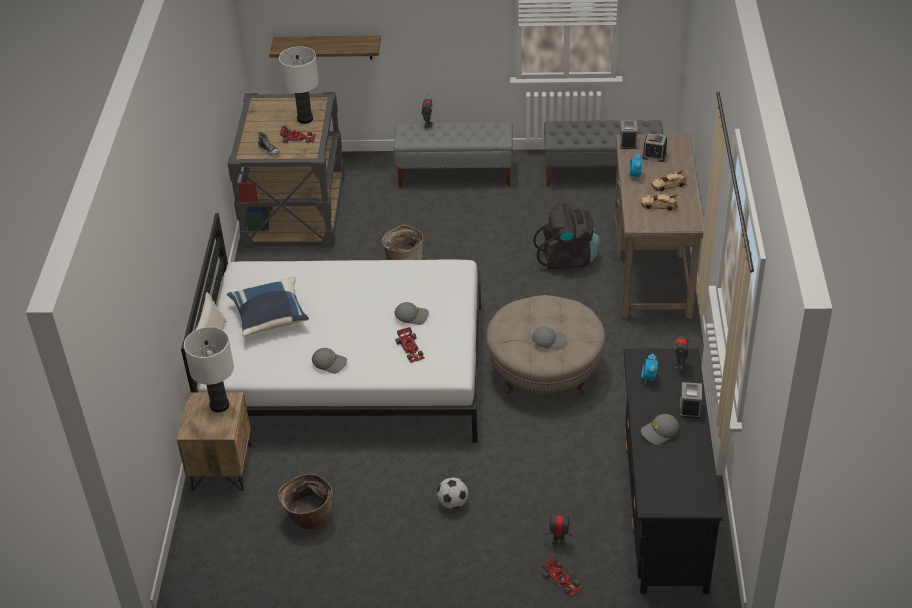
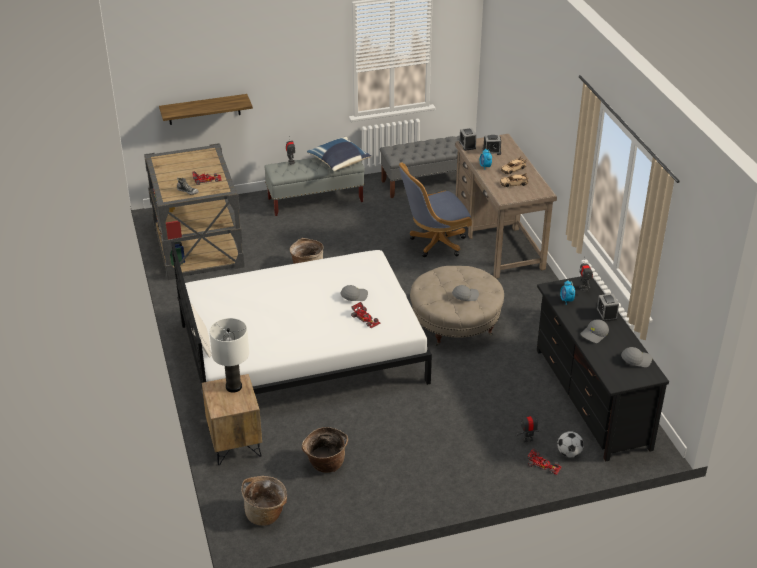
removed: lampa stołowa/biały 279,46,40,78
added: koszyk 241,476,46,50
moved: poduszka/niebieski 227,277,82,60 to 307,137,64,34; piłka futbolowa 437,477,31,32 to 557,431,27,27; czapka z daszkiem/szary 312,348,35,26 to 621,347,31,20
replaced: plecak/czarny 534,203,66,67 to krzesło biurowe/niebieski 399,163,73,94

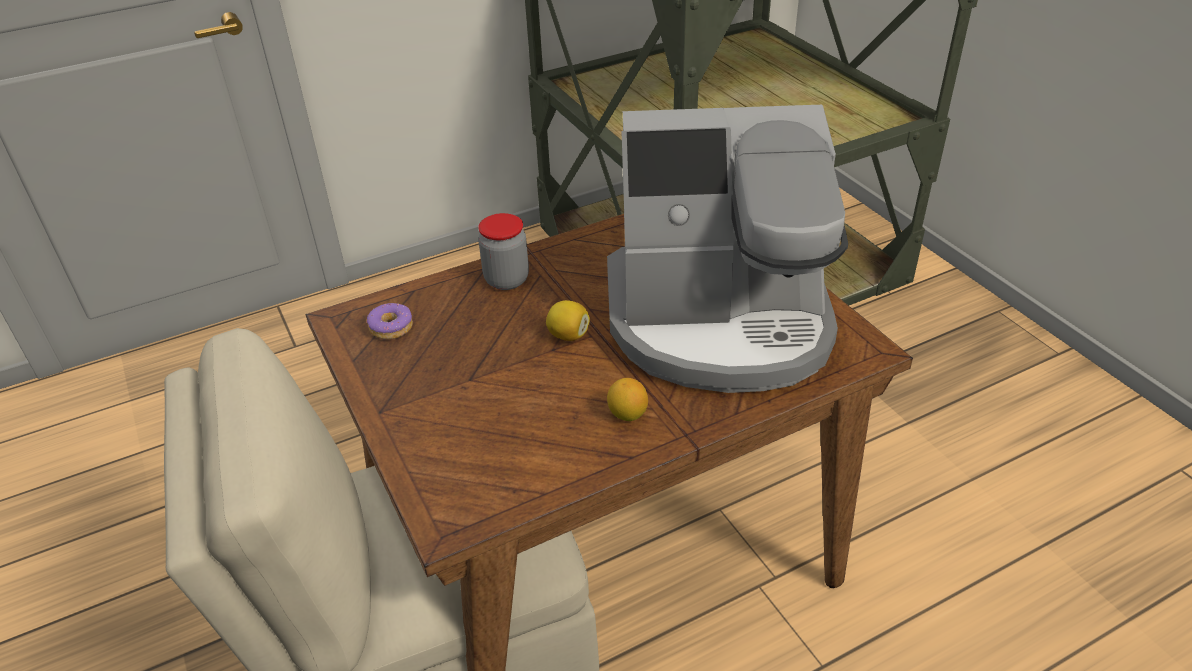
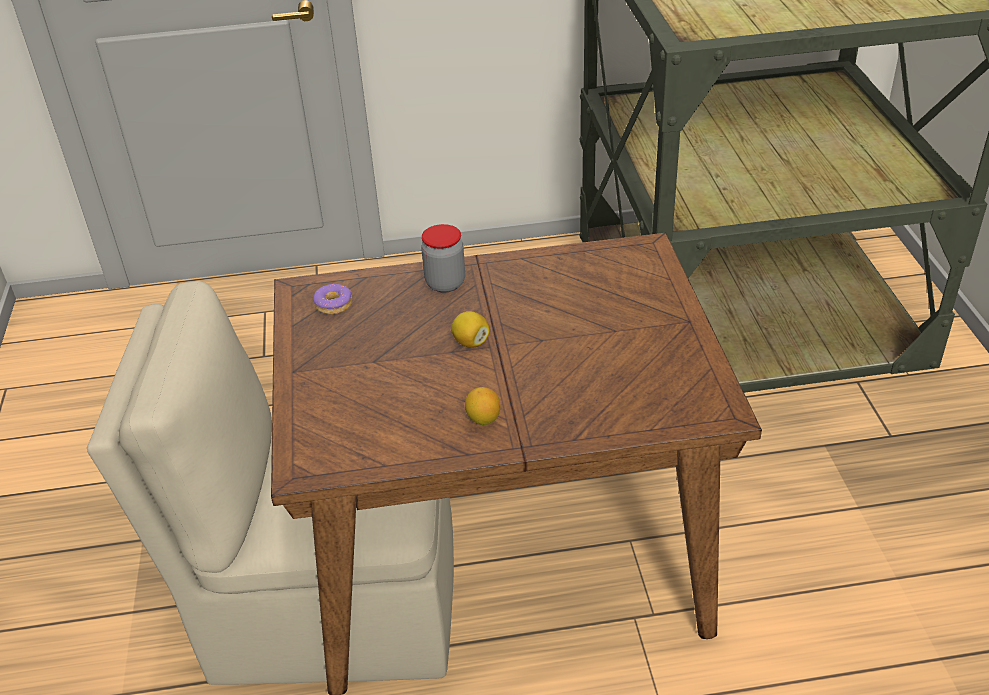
removed: ekspres do kawy 607,105,241,288

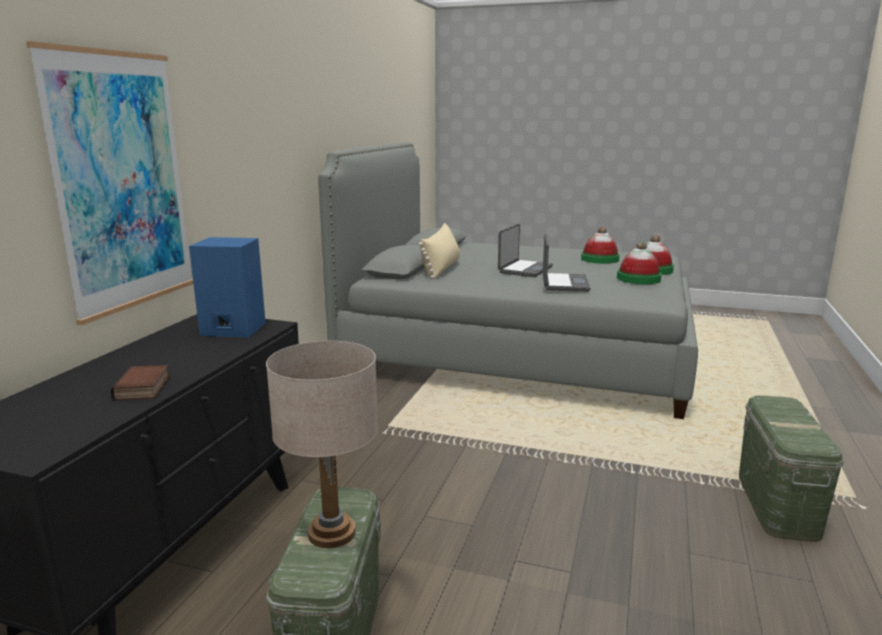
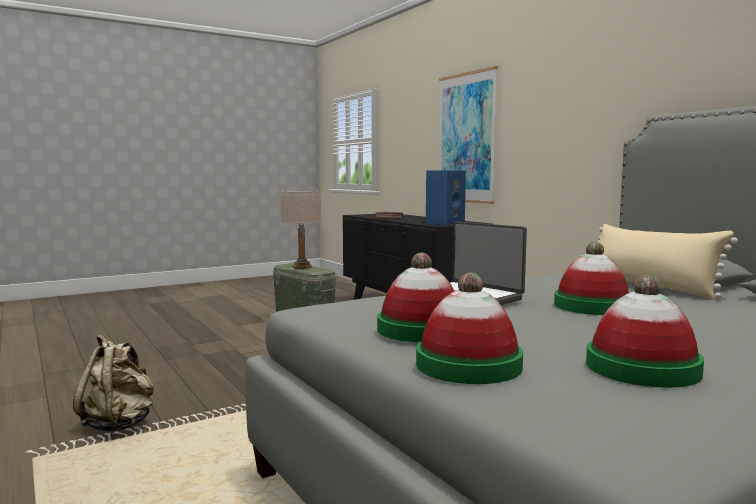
replaced: pojemnik do przechowywania/zielony 739,395,105,147 to plecak/beżowy 73,335,81,96; laptop 498,224,55,53 to kapelusz 554,242,75,73

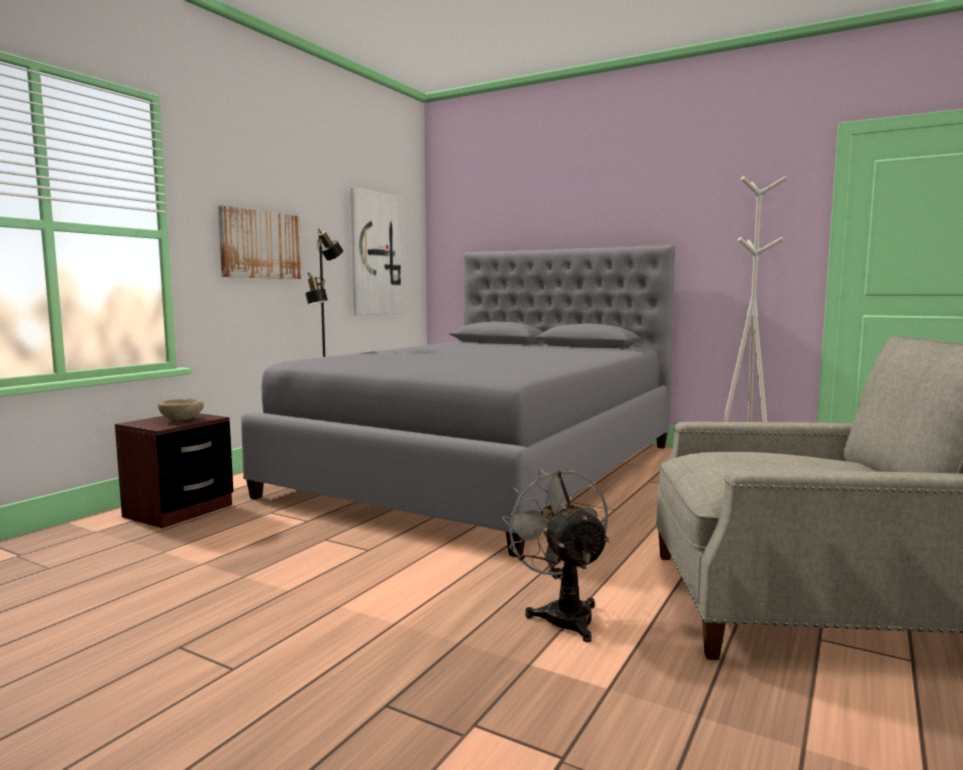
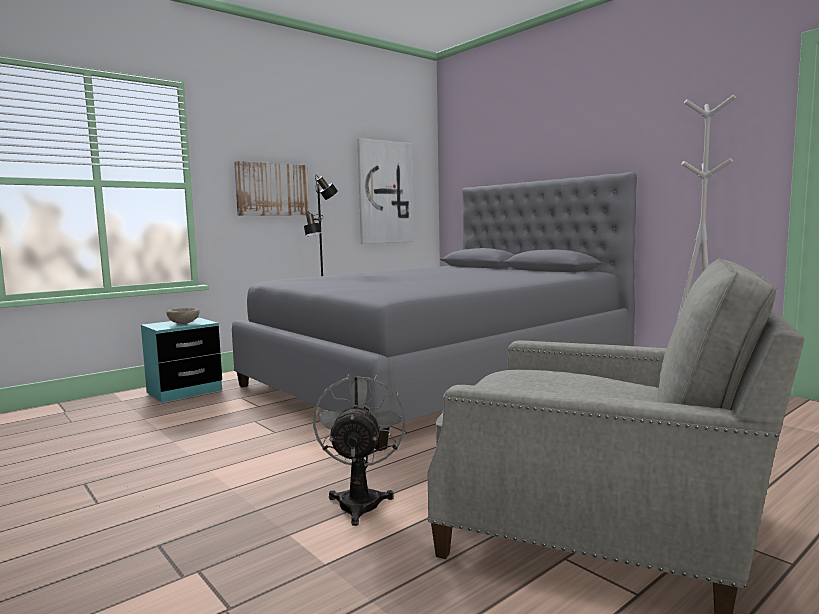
recoloured: szafka nocna/brązowy 115,413,118,115 to szafka nocna/turkusowy 141,318,81,85

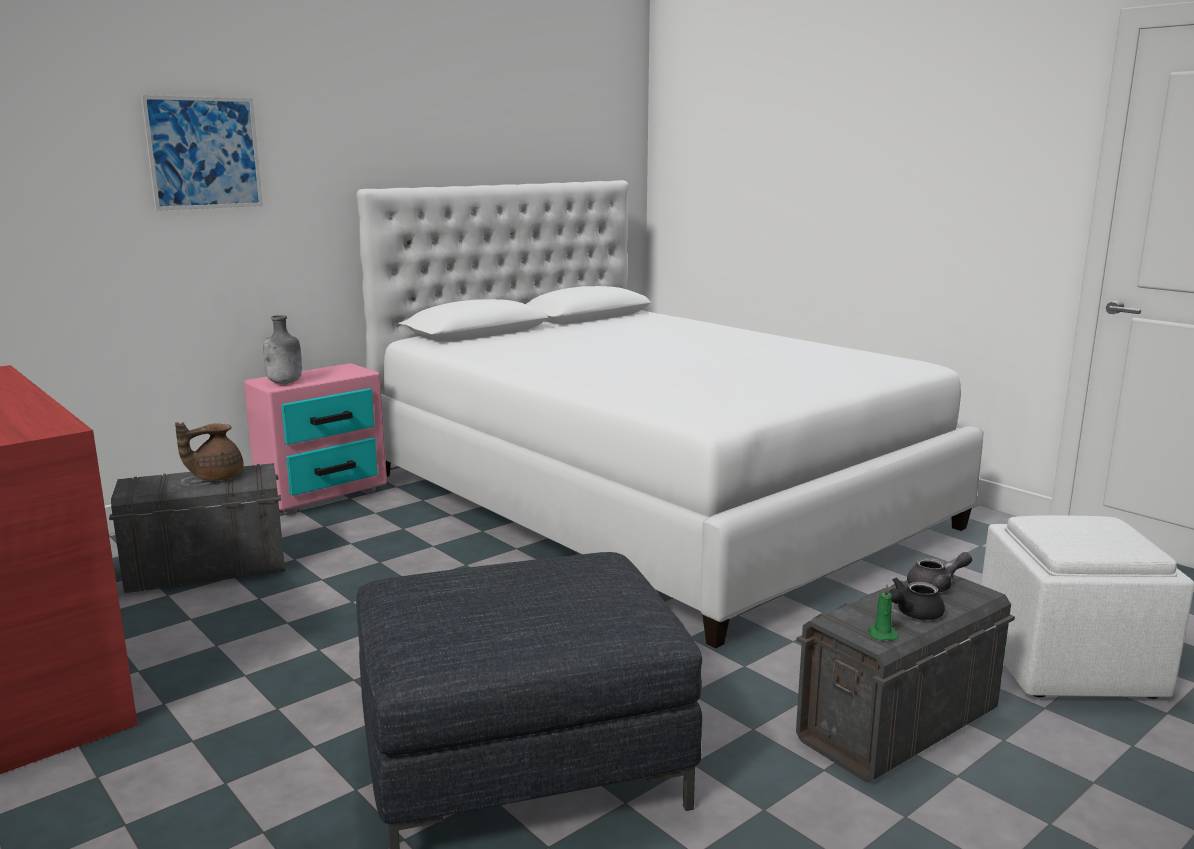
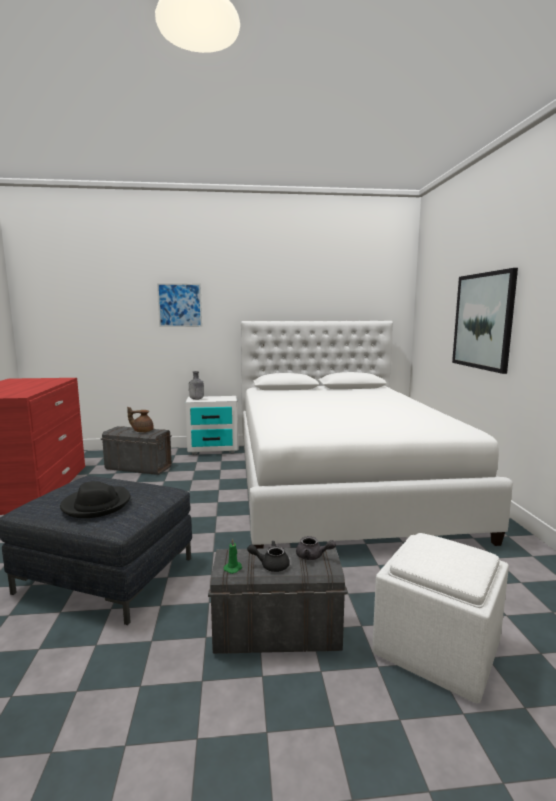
added: kapelusz/czarny 60,481,70,37; obraz 452,268,66,106
recoloured: szafka nocna/różowy 244,363,143,151 to szafka nocna/biały 185,396,53,59

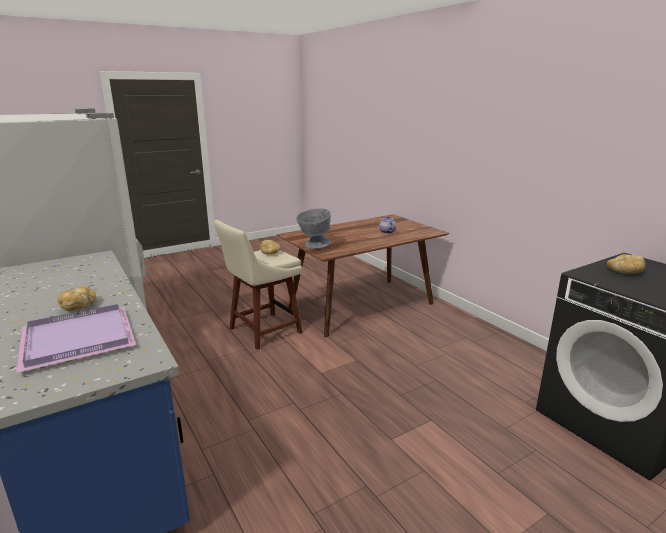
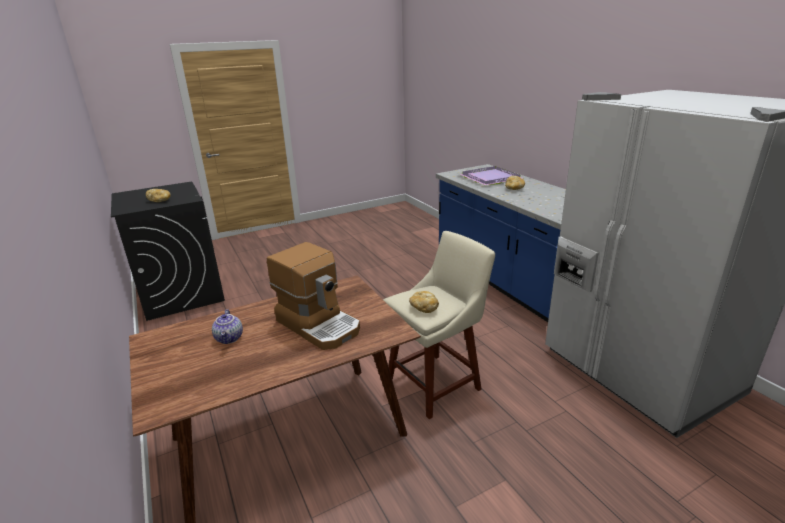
removed: miska/szary 296,208,35,41
added: ekspres do kawy 267,242,93,108

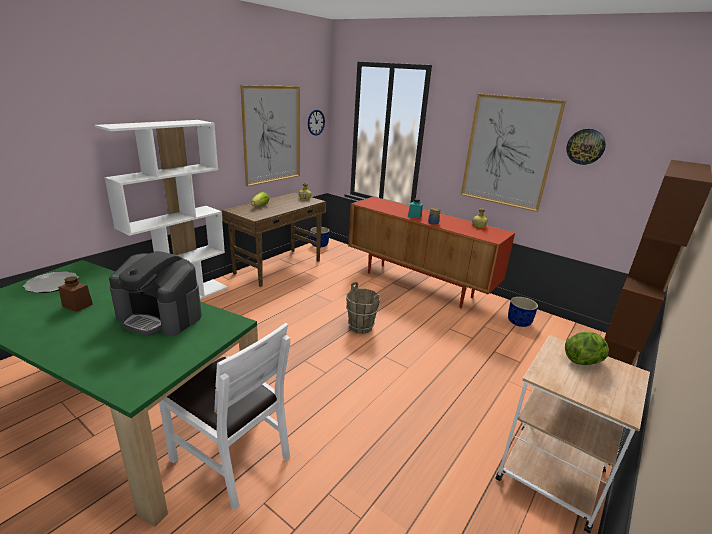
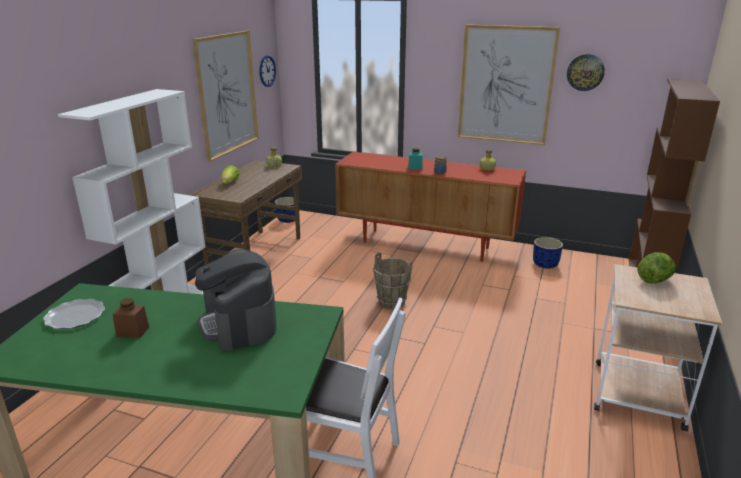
turned: ekspres do kawy 109,251,93,85 = 195,249,82,102 60 degrees clockwise

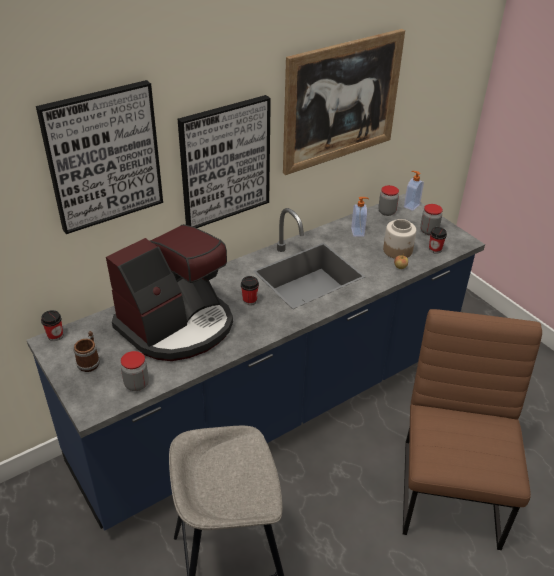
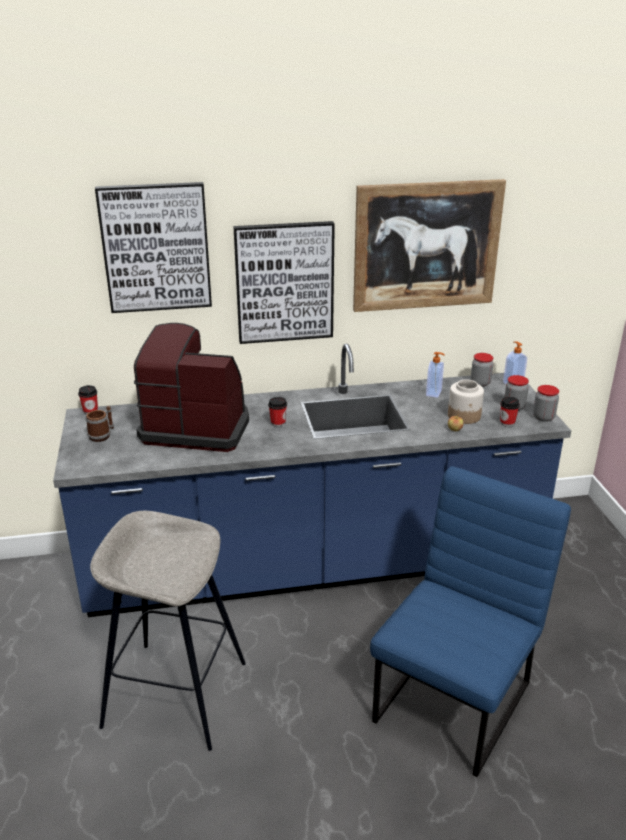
moved: słoik 121,351,28,40 to 533,385,26,37
recoloured: krzesło/brązowy 403,309,139,241 to krzesło/niebieski 370,466,201,311
turned: ekspres do kawy 106,224,127,137 = 134,323,115,129 150 degrees counterclockwise

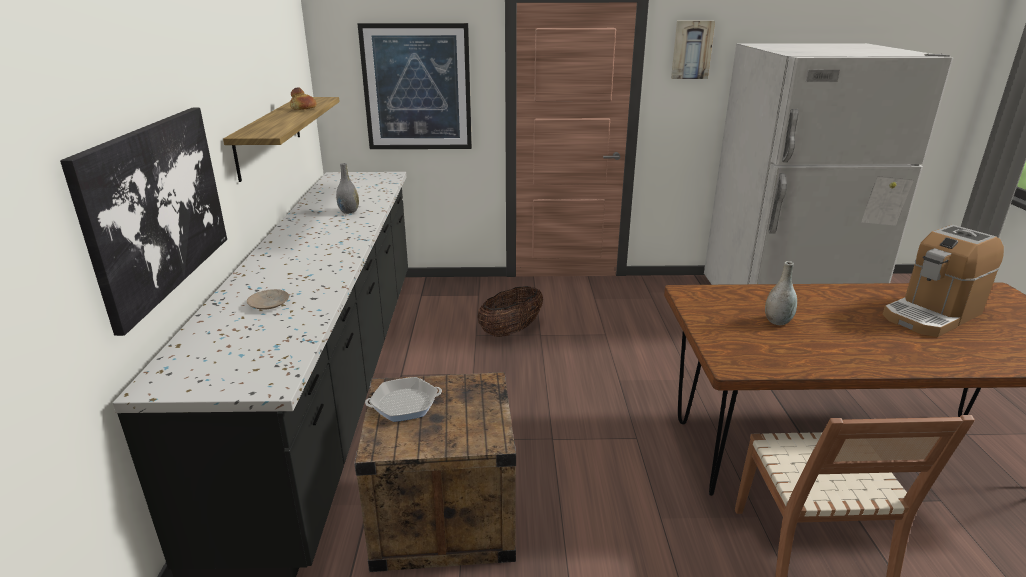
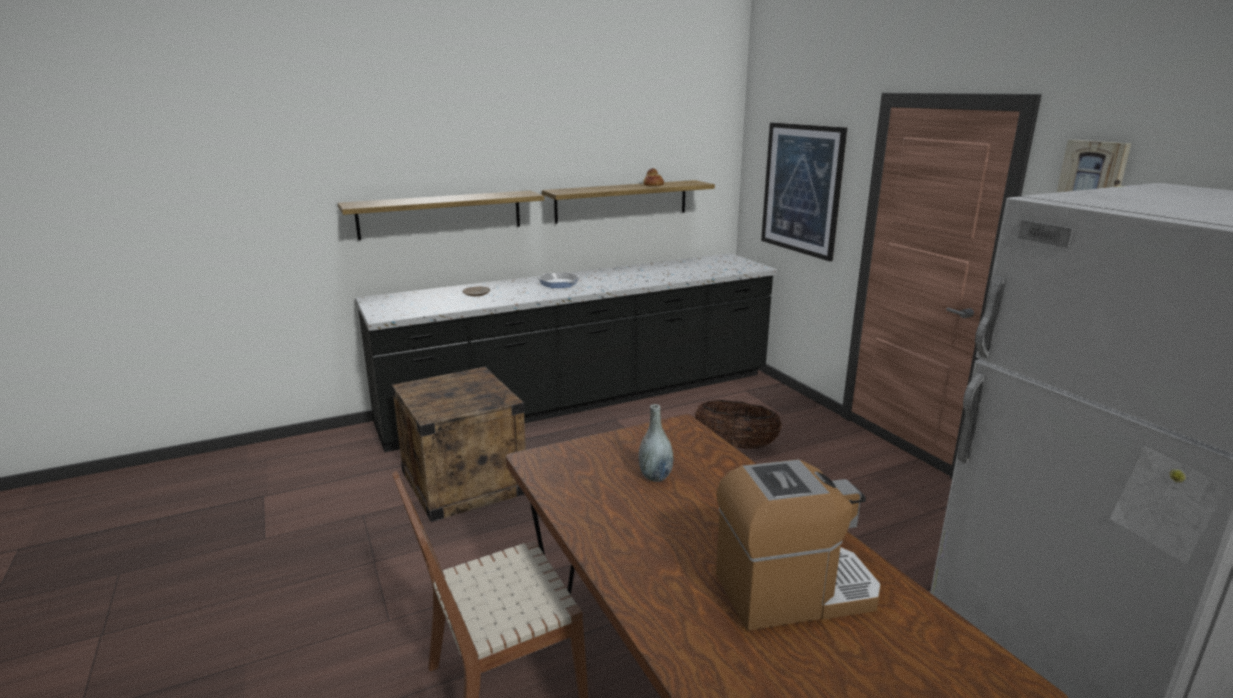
removed: wazon/szary 336,163,23,51
moved: patelnia 365,377,77,45 to 538,272,42,16
replaced: obraz 60,107,167,229 to półka 338,191,206,49
turned: ekspres do kawy 883,225,121,112 = 716,459,165,172 135 degrees clockwise

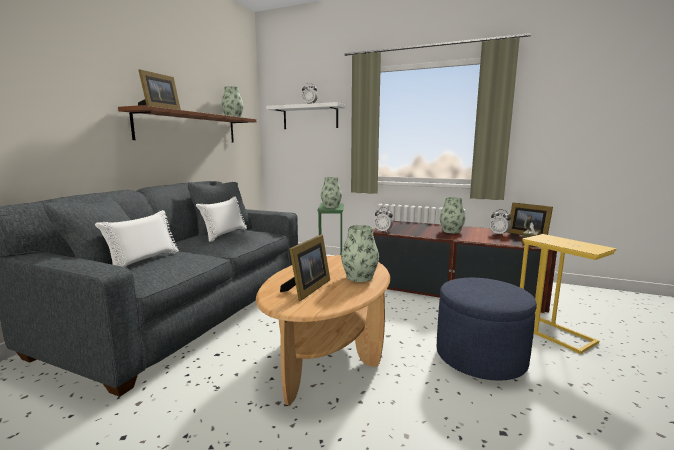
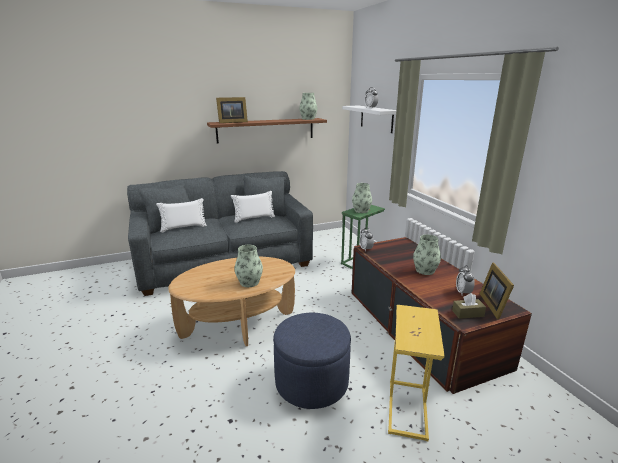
removed: ramka na zdjęcie 280,234,50,67

